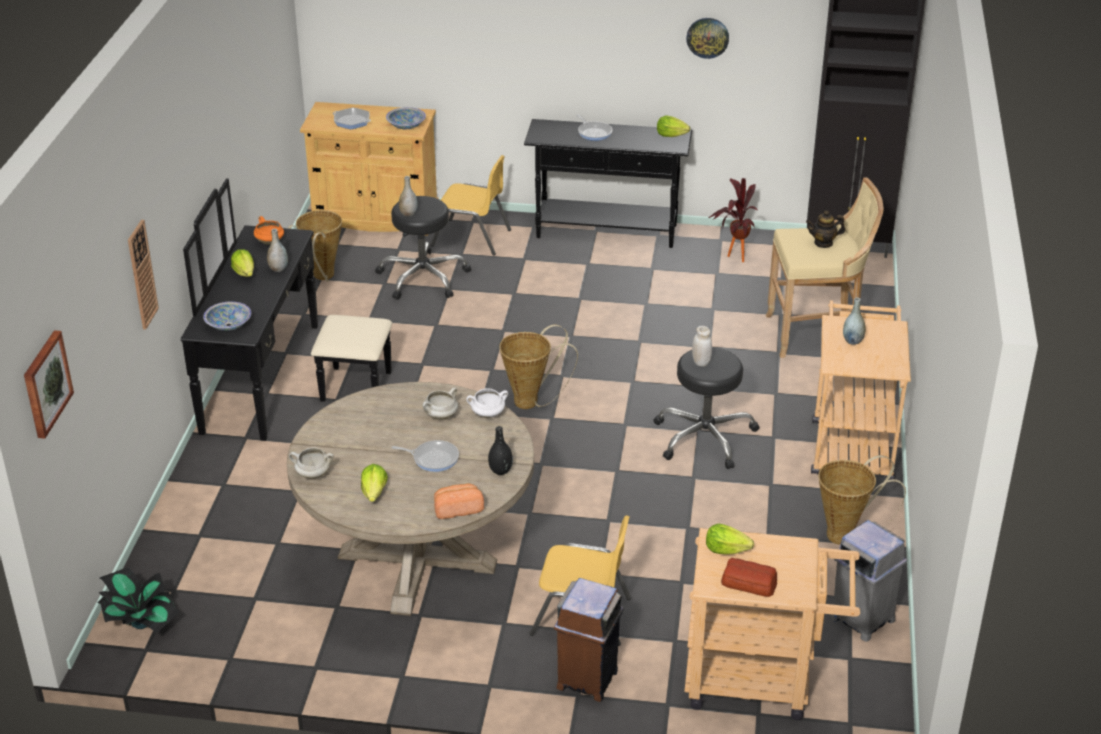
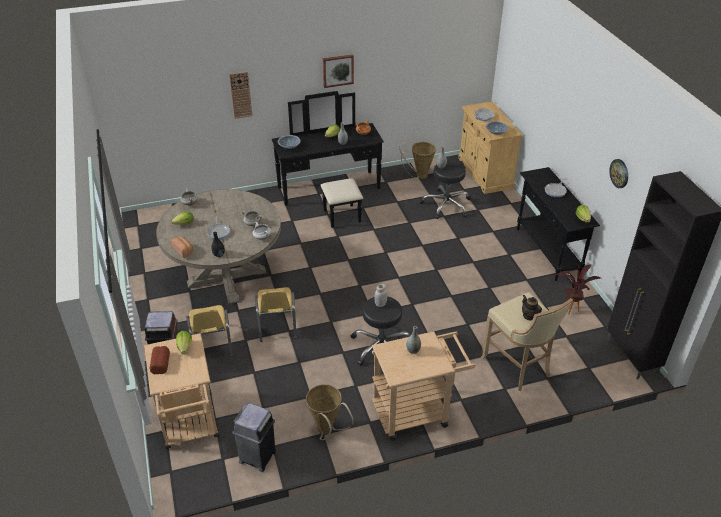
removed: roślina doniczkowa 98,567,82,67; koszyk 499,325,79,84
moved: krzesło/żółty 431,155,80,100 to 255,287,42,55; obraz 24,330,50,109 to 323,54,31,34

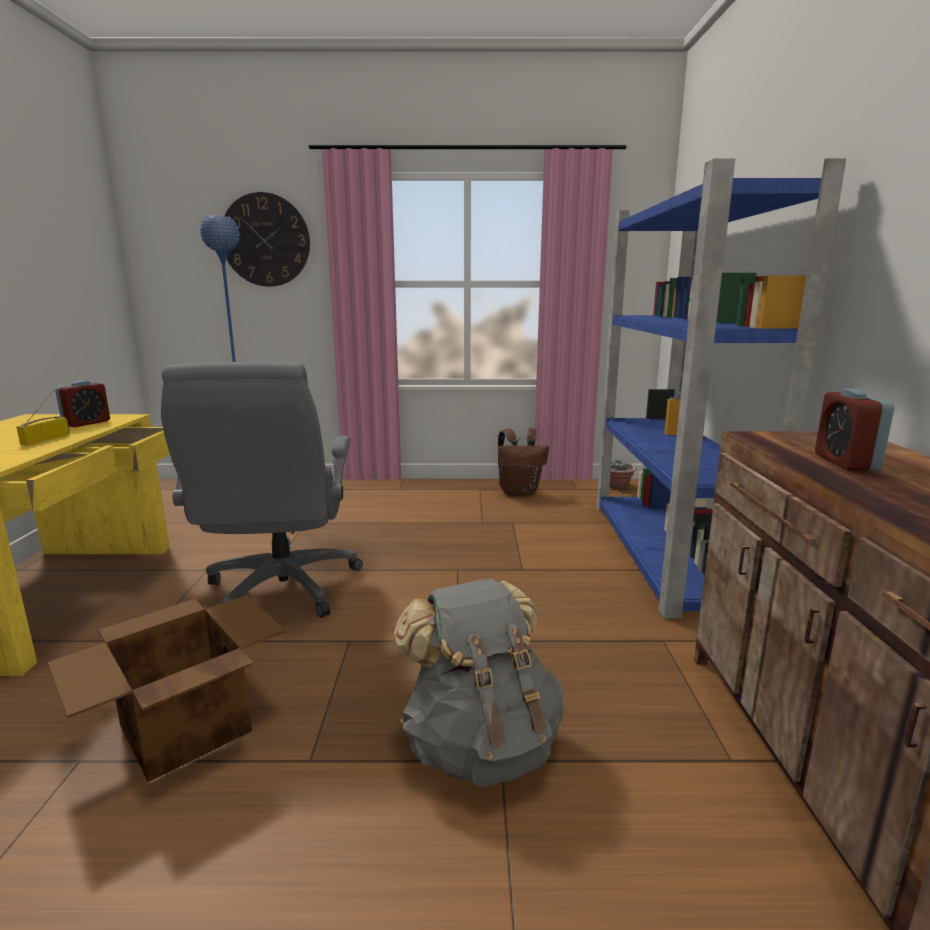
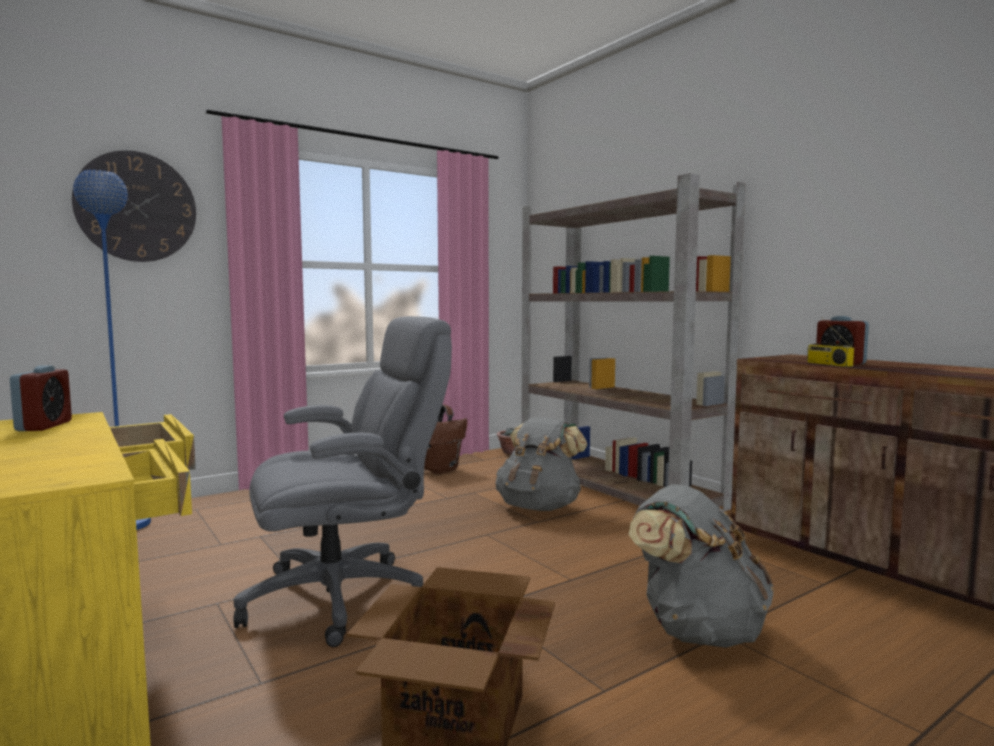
added: plecak/szary 495,417,92,94
moved: radio 16,391,54,55 to 807,317,47,50
recoloured: regał/niebieski 596,158,250,461 to regał/brązowy 522,173,223,338
turned: krzesło biurowe/szary 161,362,202,256 = 233,316,219,331 75 degrees counterclockwise

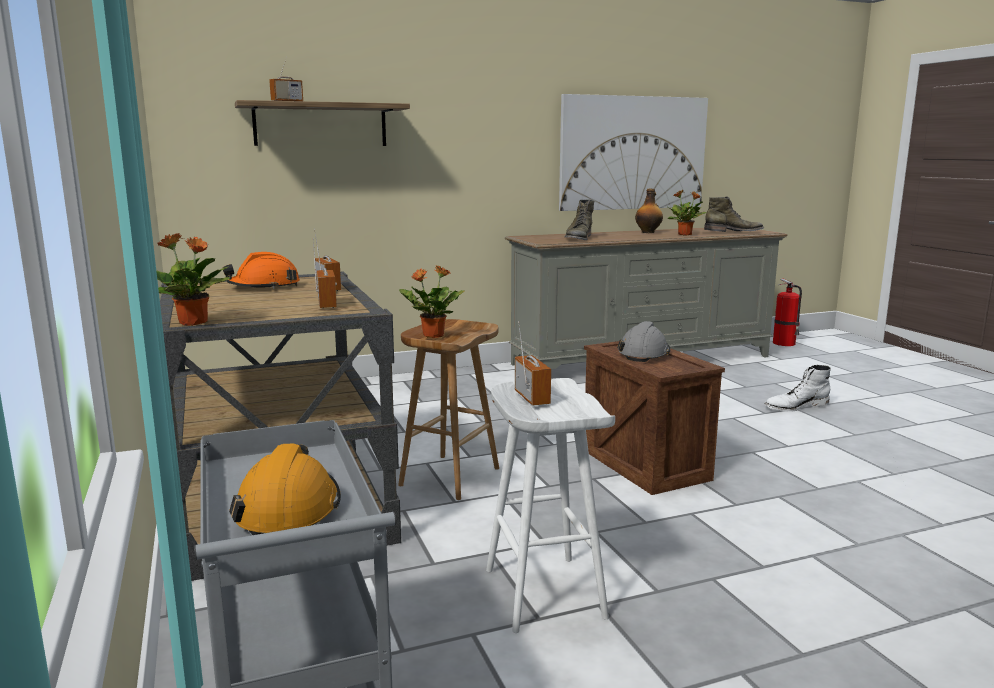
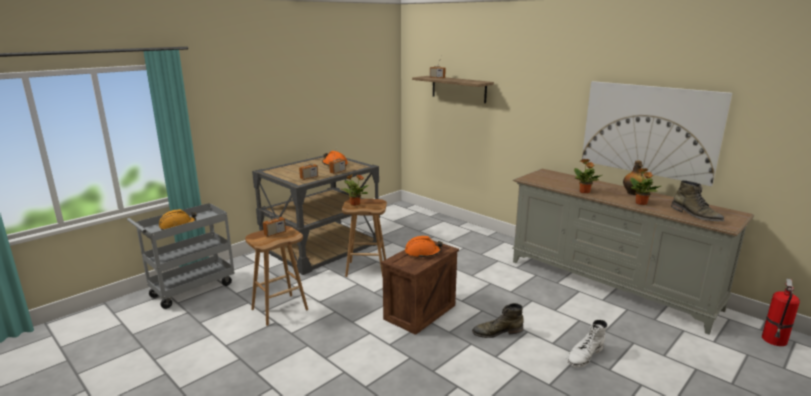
moved: but z cholewką/zielony 564,199,31,41 to 472,303,52,35; roślina doniczkowa 156,233,74,93 to 574,159,28,34
recoloured: stołek/biały 486,378,129,255 to stołek/brązowy 245,226,63,100; kask/szary 617,321,53,41 to kask/pomarańczowy 405,236,38,22
turned: but z cholewką/biały 764,365,67,47 = 567,320,41,48 90 degrees counterclockwise

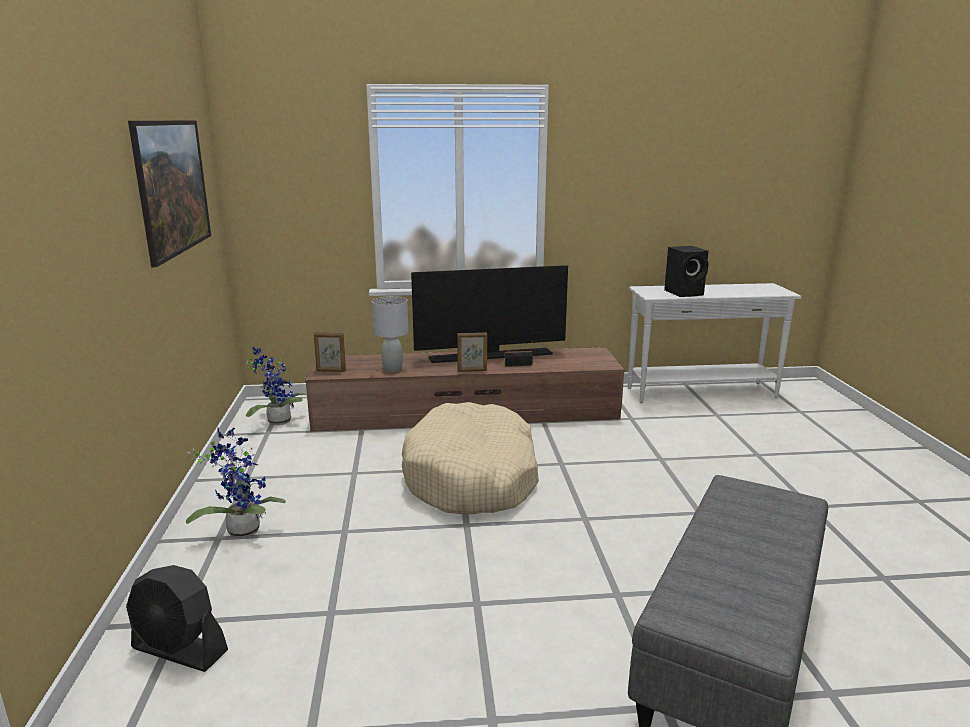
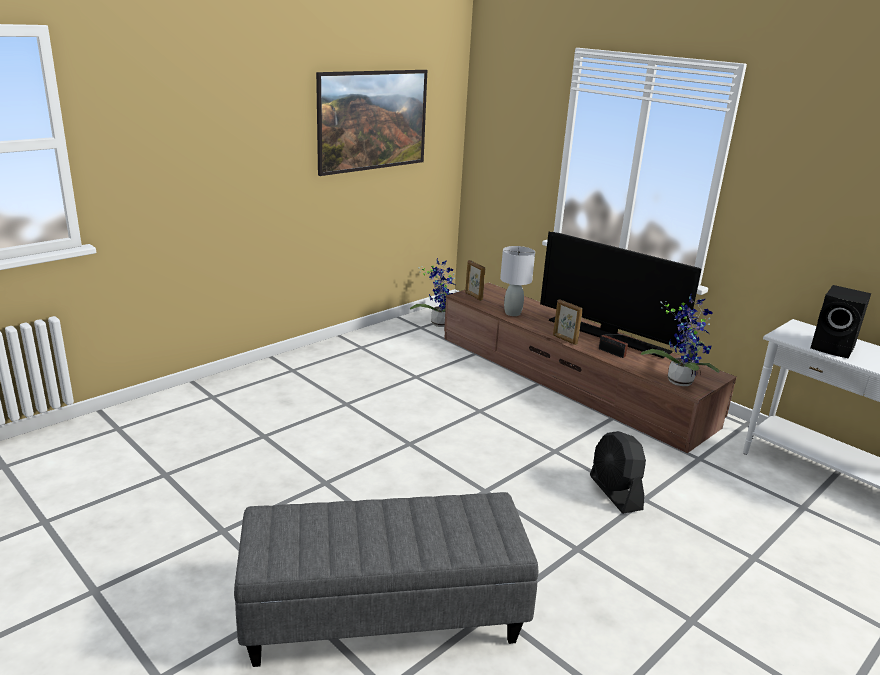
removed: legowisko/beżowy 402,402,137,112
moved: wentylator/czarny 126,565,102,107 to 590,431,56,83; roślina doniczkowa 186,427,100,111 to 641,293,79,93

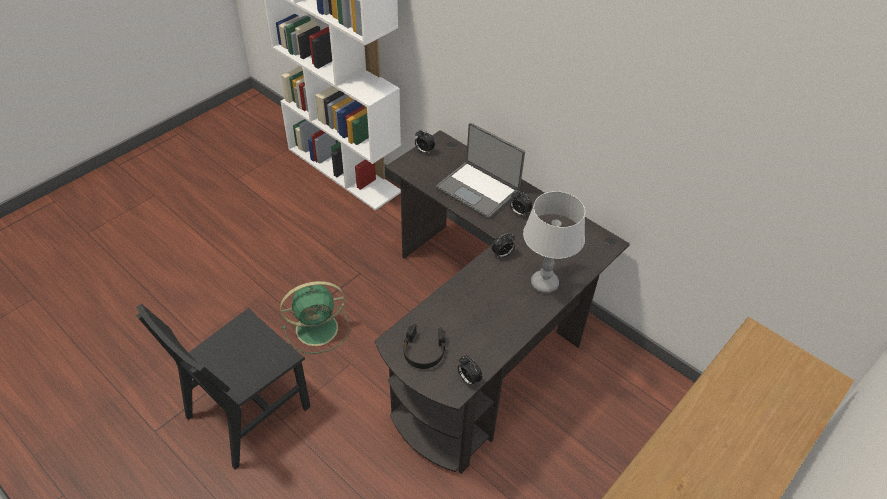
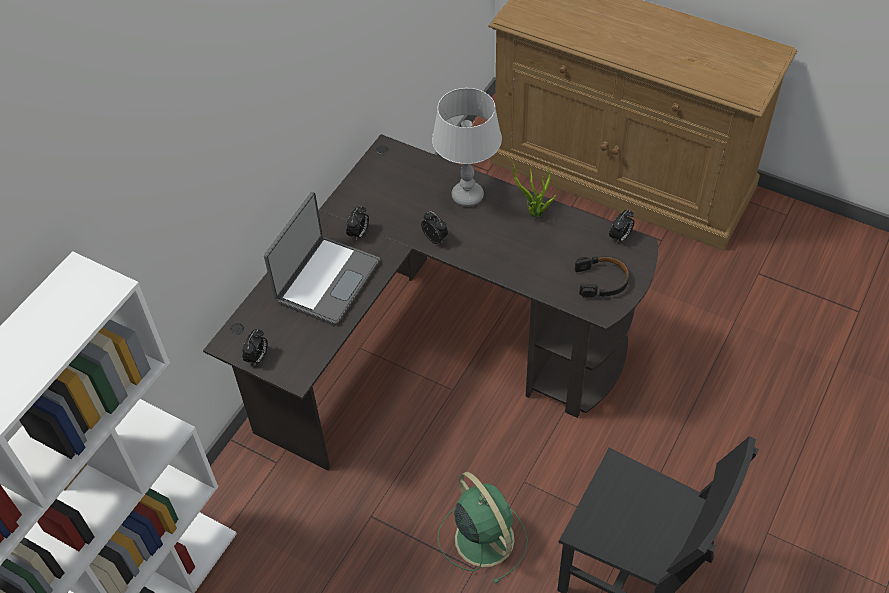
added: roślina doniczkowa 510,159,46,58

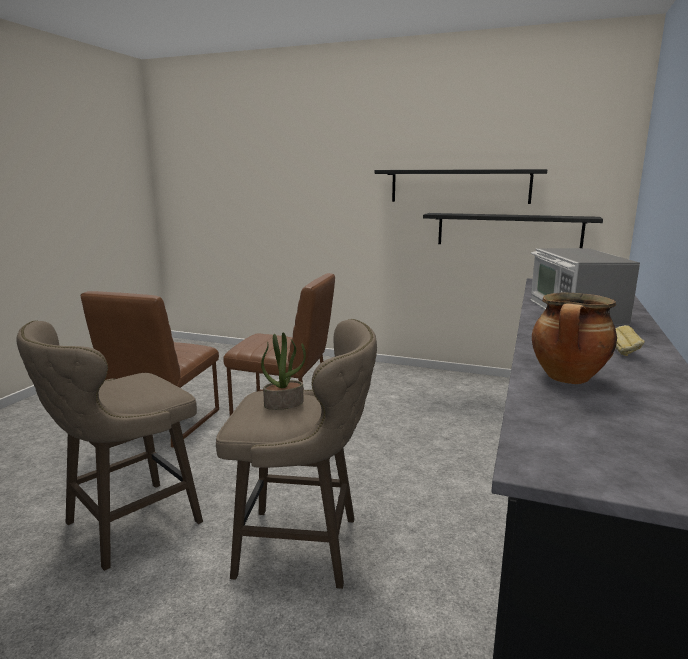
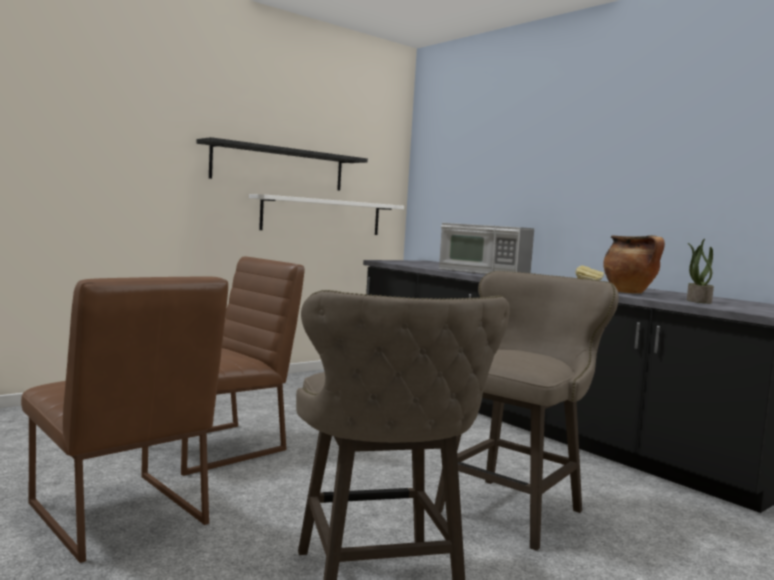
moved: roślina doniczkowa 261,332,45,78 to 687,239,27,65
recoloured: półka/czarny 423,213,180,35 to półka/biały 249,194,155,41

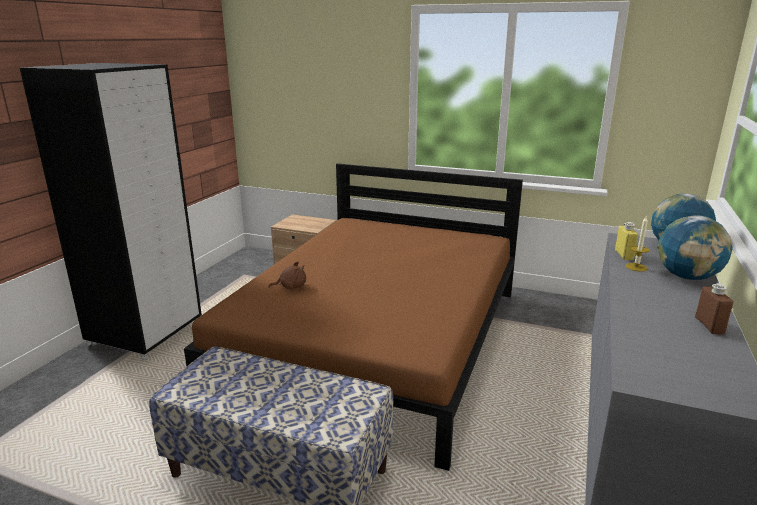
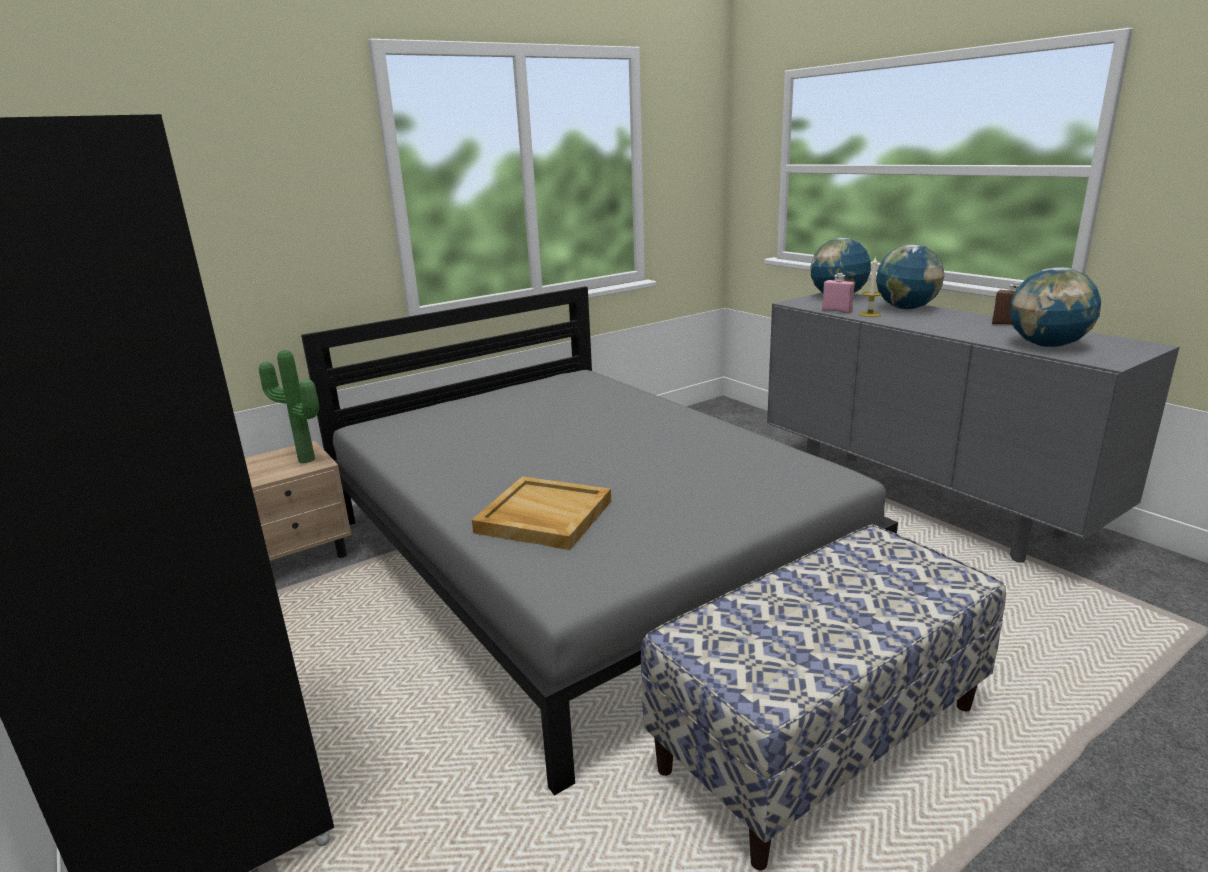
added: roślina doniczkowa 259,350,60,113; globus 1010,267,91,80
replaced: pluszak/brązowy 268,261,38,28 to taca/beżowy 472,476,139,74
recoloured: łóżko/brązowy 184,163,339,308 to łóżko/szary 301,286,597,510; butelka/żółty 615,222,23,38 to butelka/różowy 822,273,33,40

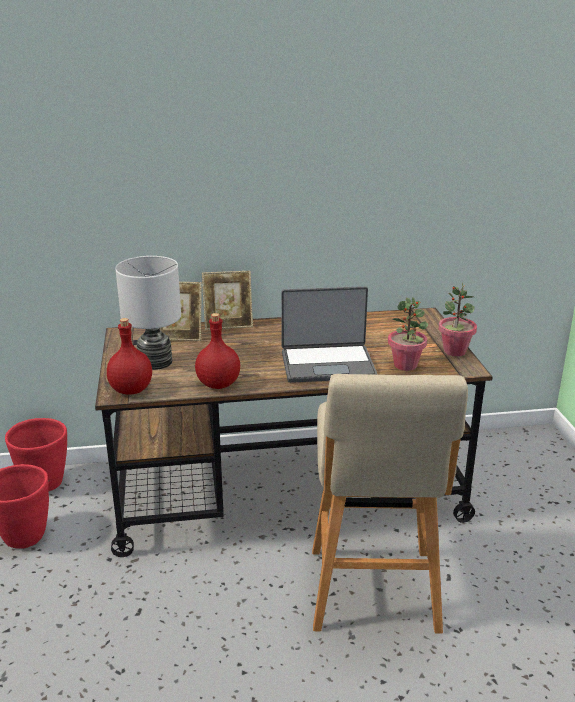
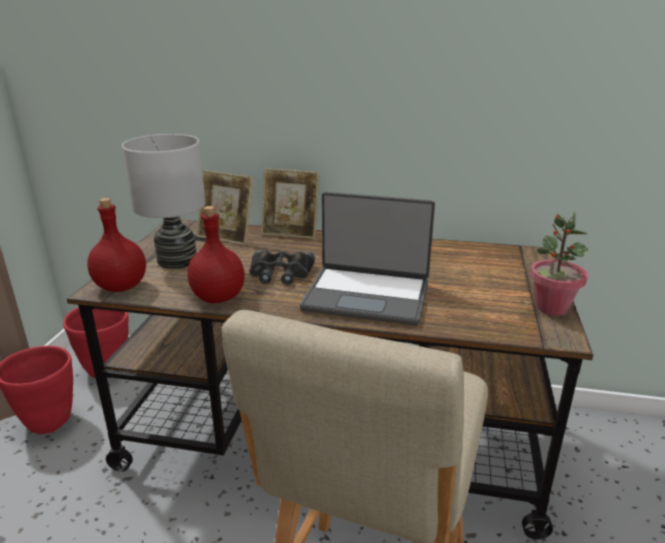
removed: roślina doniczkowa 388,297,40,74
added: lornetka/czarny 249,250,66,35

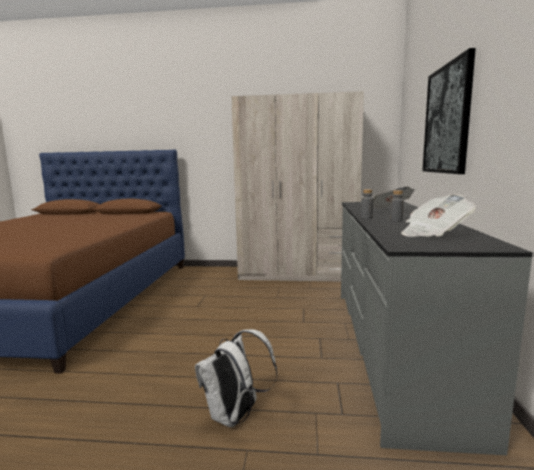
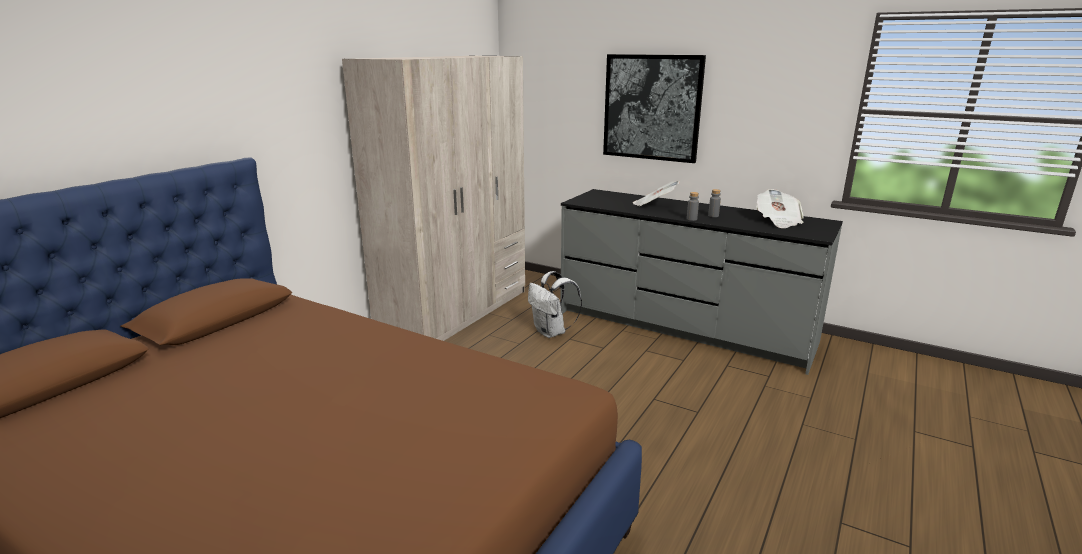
moved: plecak/biały 195,329,82,98 to 528,271,54,67

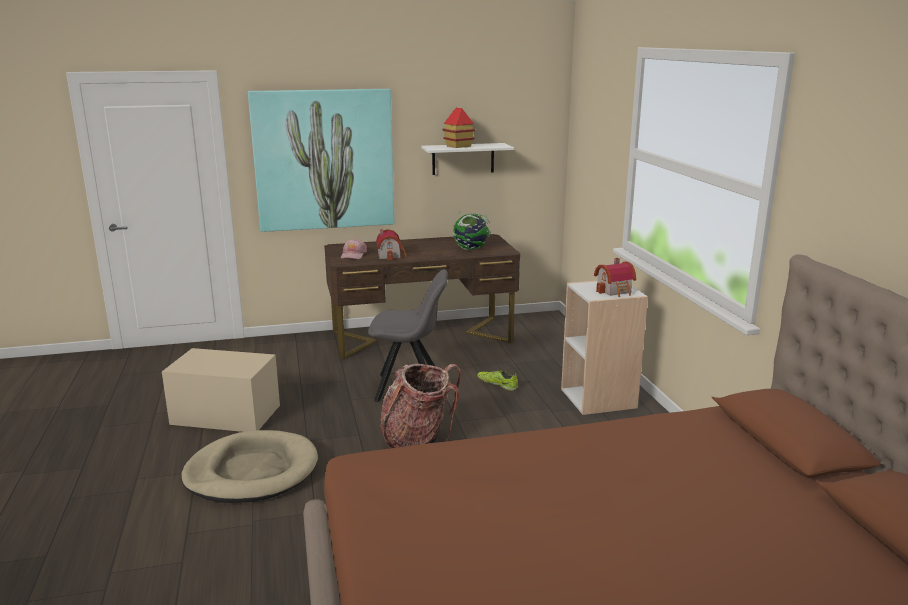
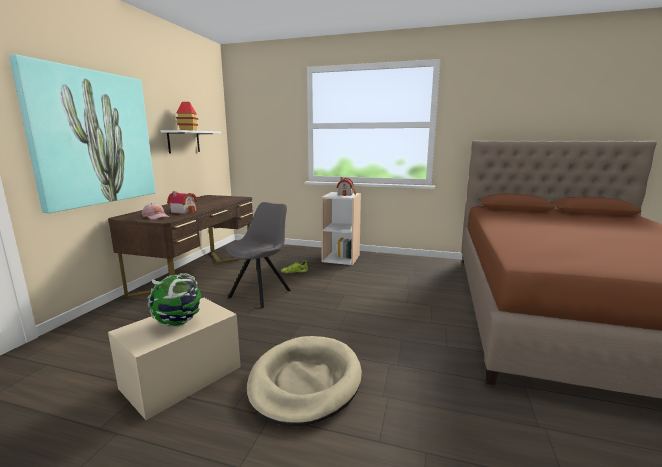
removed: plecak 380,364,81,84
moved: globus 453,211,38,39 to 148,273,53,54

